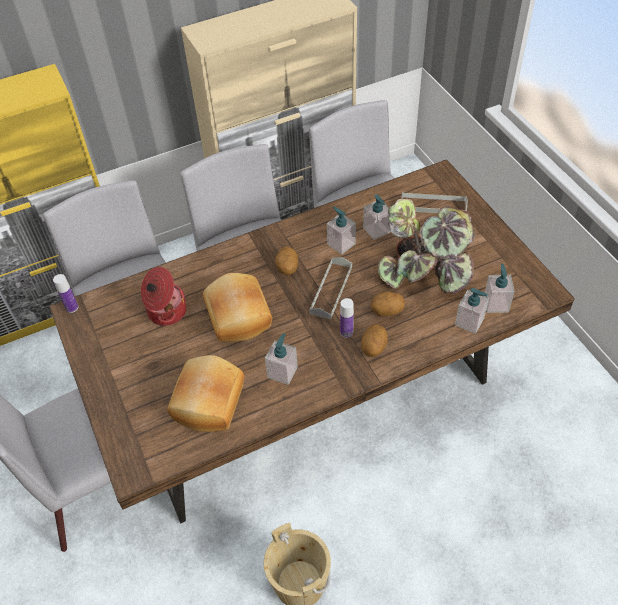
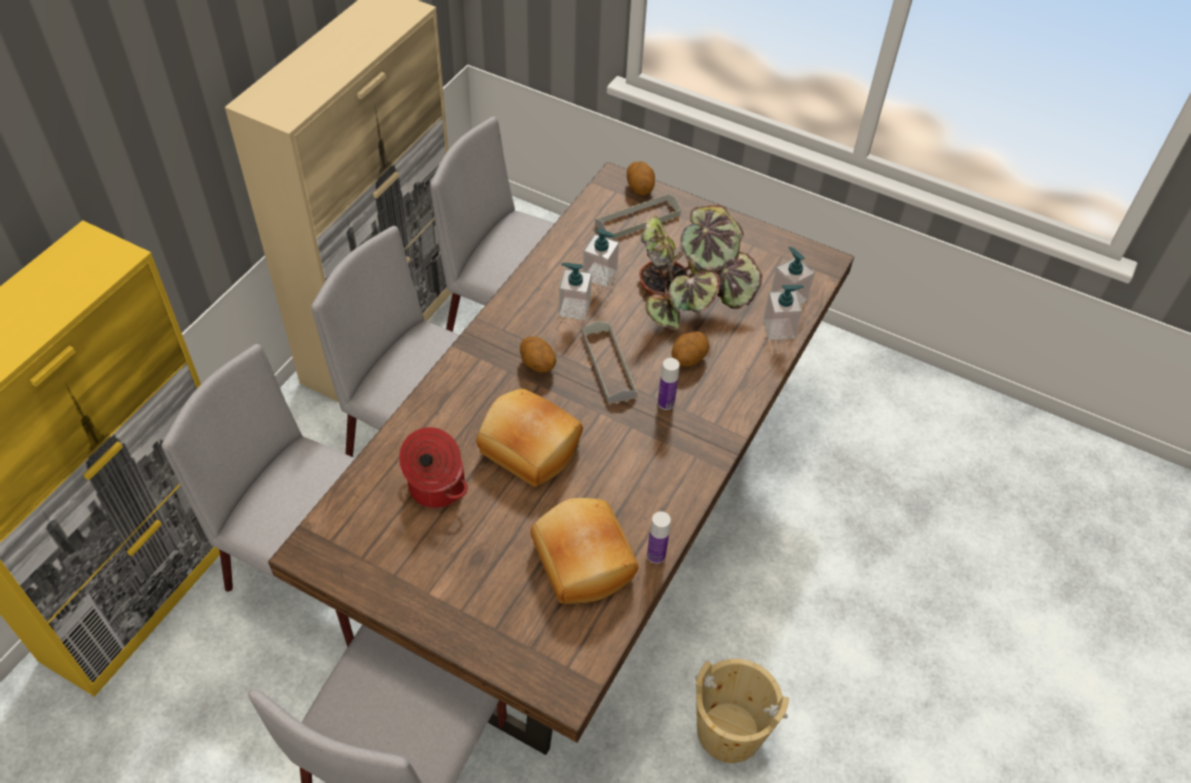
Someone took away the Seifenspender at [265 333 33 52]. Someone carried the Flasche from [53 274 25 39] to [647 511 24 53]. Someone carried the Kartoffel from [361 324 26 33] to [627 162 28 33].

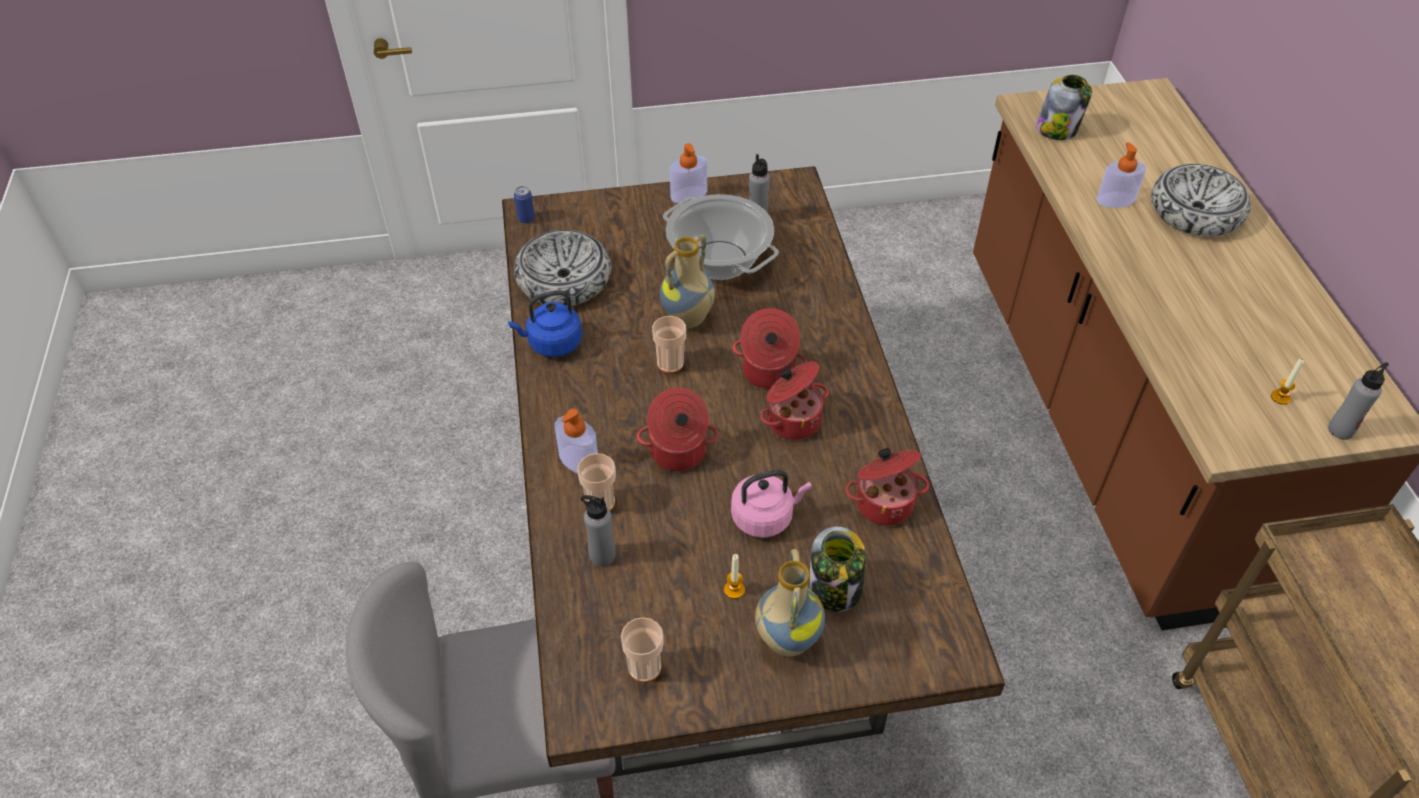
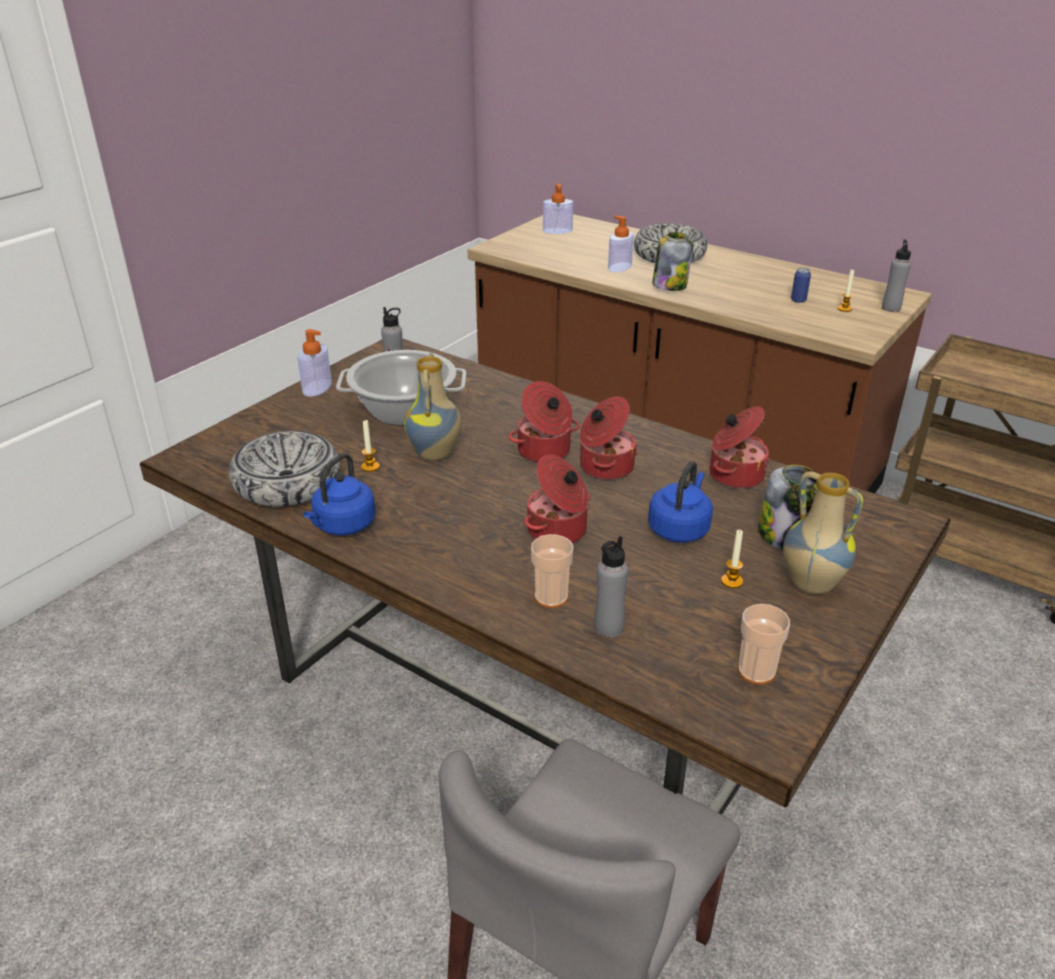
Someone took away the Tasse at [652 316 34 58]. Someone put down the Kerze at [361 420 19 52]. Someone carried the Dose from [514 186 21 38] to [791 267 20 36]. Someone carried the Seifenspender from [555 409 43 65] to [543 184 30 50]. Someone carried the Vorratsglas from [1036 75 56 65] to [652 232 41 59]. Someone repainted the Wasserkessel/rosa at [731 470 81 68], which became the Wasserkessel/blau at [648 461 65 81].

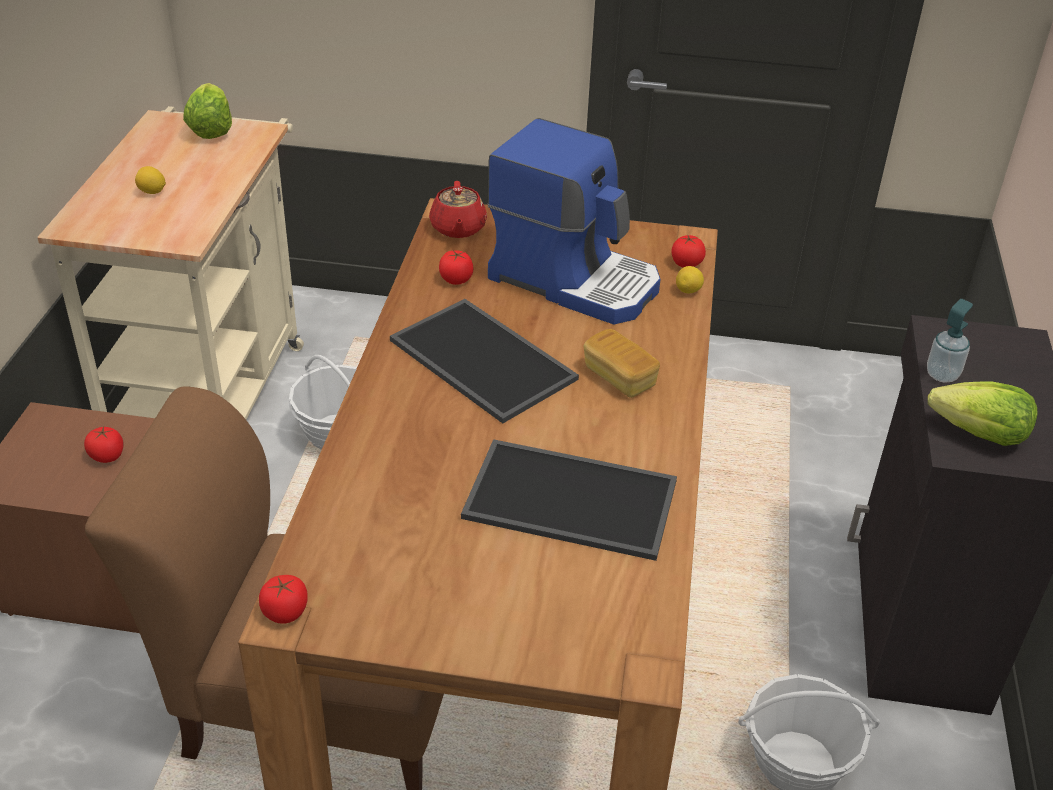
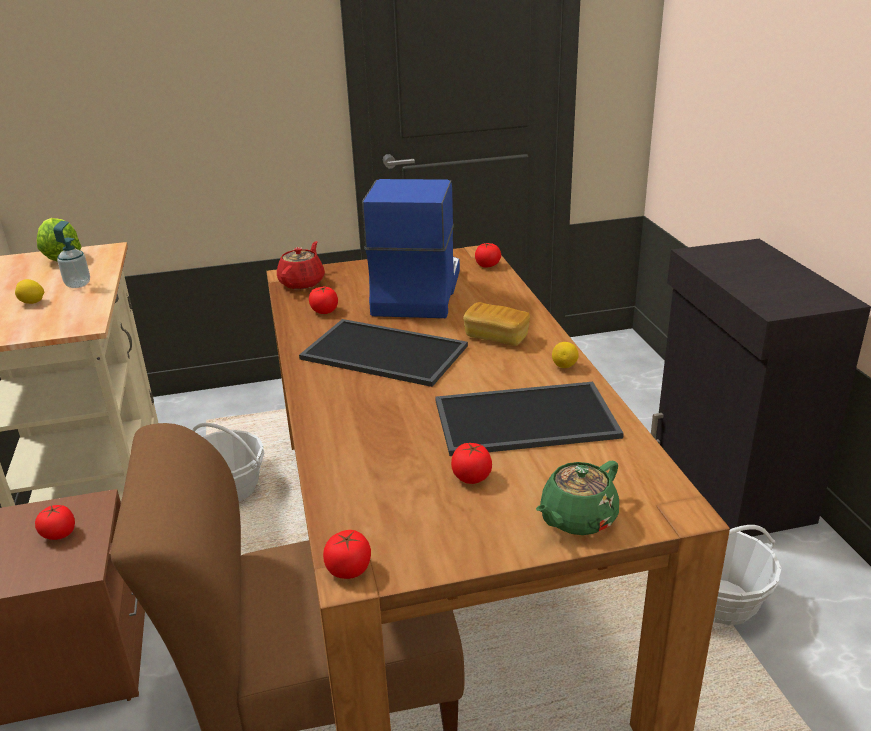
Someone took away the Salatkopf at [928 382 110 64]. Someone put down the Tomate at [451 443 41 41]. Someone put down the Teekanne/grün at [536 461 83 74]. Someone carried the Zitrone from [676 266 28 27] to [552 342 27 26]. Someone carried the Seifenspender from [927 299 46 84] to [53 221 37 67]. Someone rotated the Teekanne/rot at [429 181 58 57] by 135 degrees counterclockwise. Someone rotated the Kaffeemaschine at [488 118 173 206] by 90 degrees counterclockwise.

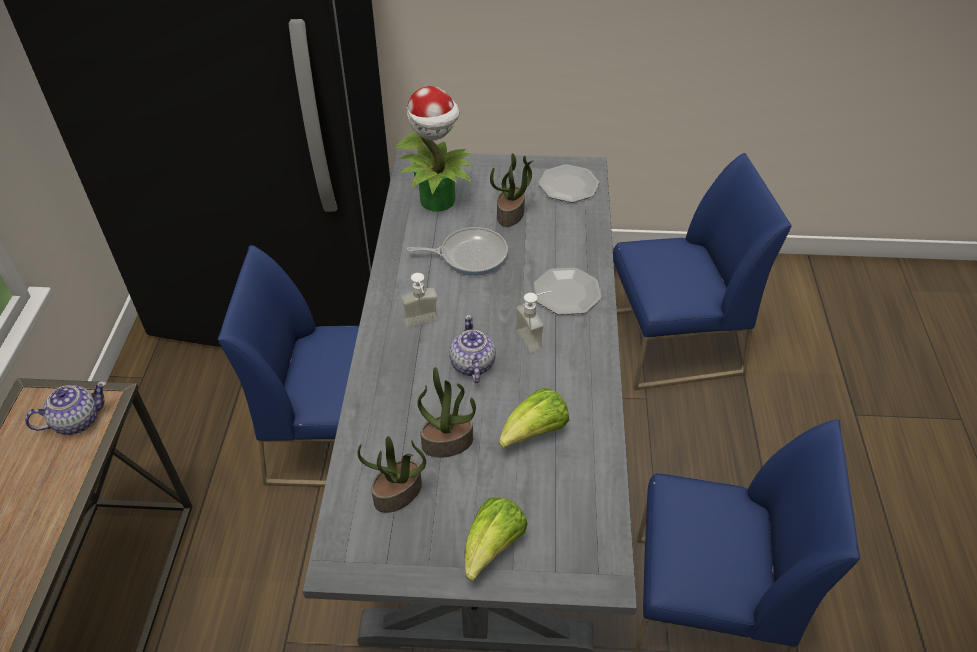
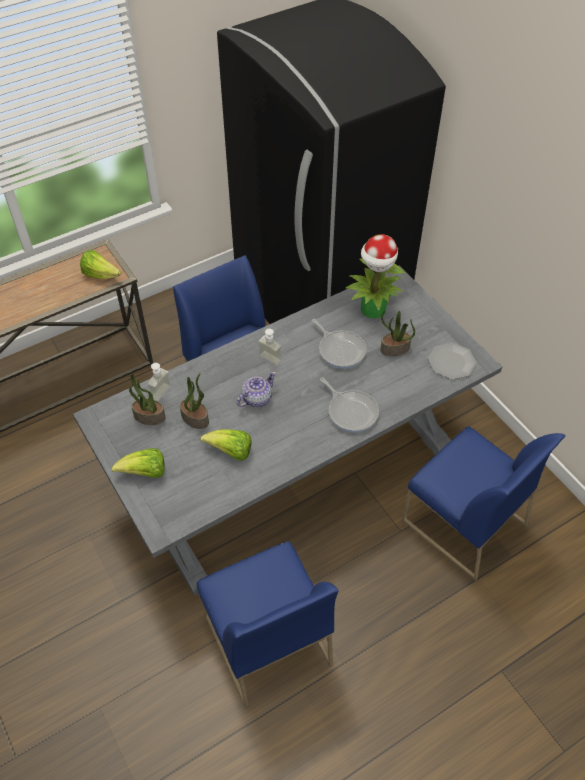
Someone carried the Seifenspender from [515 291 36 62] to [147 363 24 38]. Someone swapped the Teekanne at [25 381 82 54] for the Salatkopf at [80 250 41 29]. Someone swapped the Teller at [534 268 68 47] for the Pfanne at [320 377 59 56].

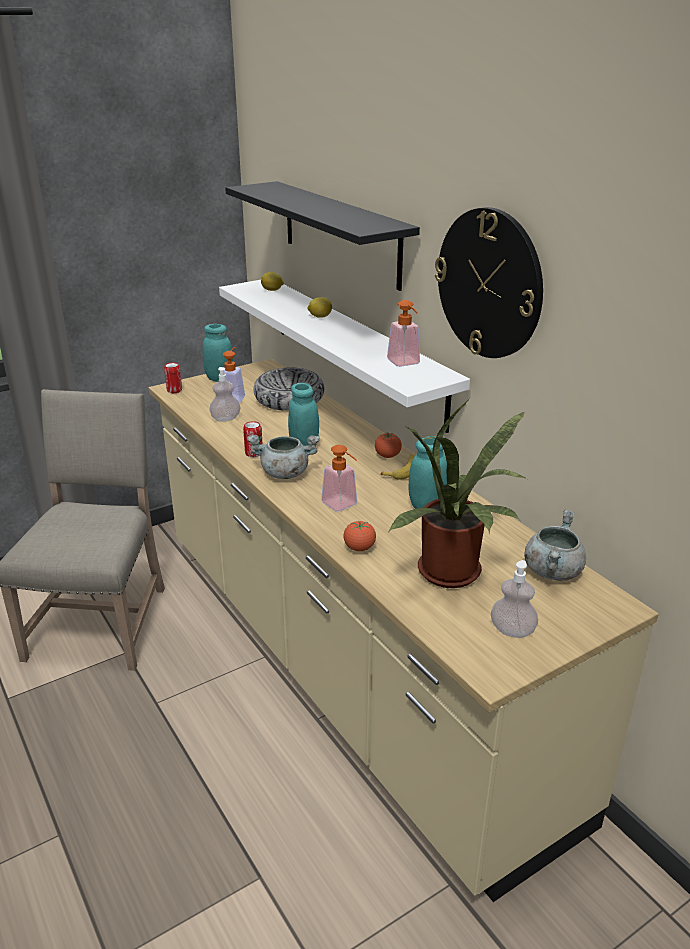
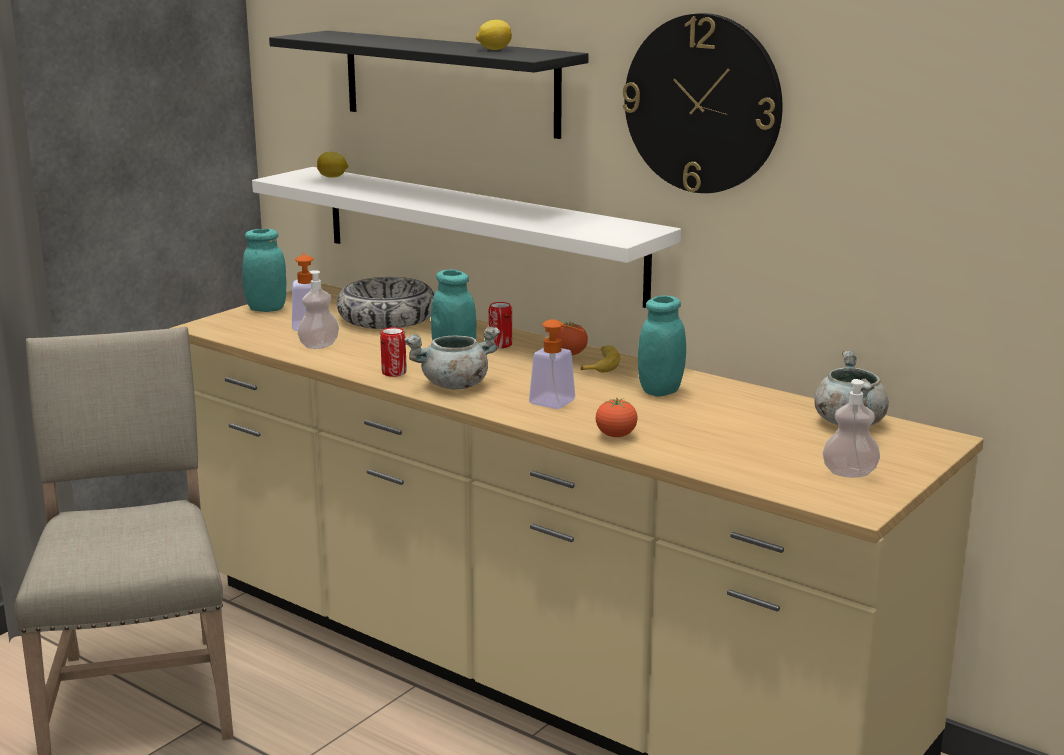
Someone took away the Seifenspender at [387 300 33 67]. Someone took away the Topfpflanze at [389 399 138 189]. Someone carried the Dose from [164 362 18 31] to [489 302 23 46]. Someone carried the Zitrone from [307 297 25 21] to [476 20 36 30].

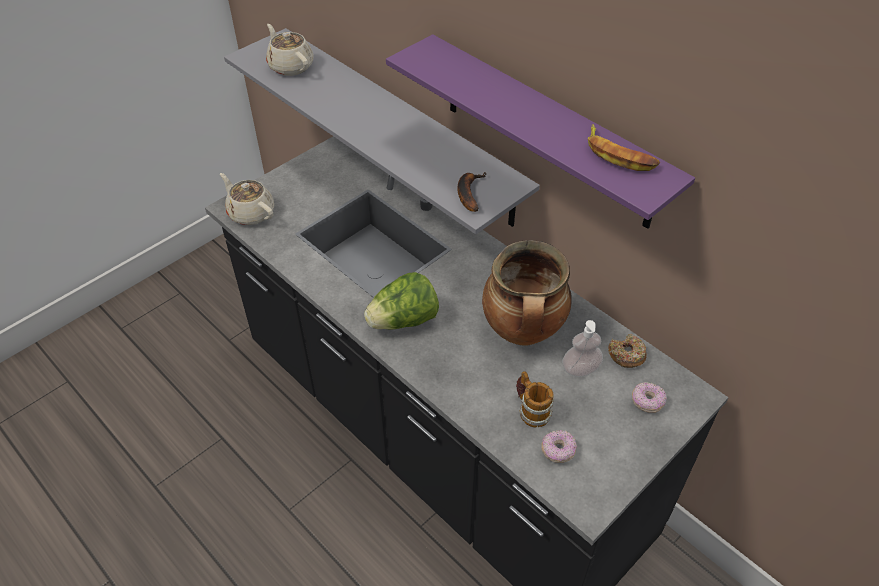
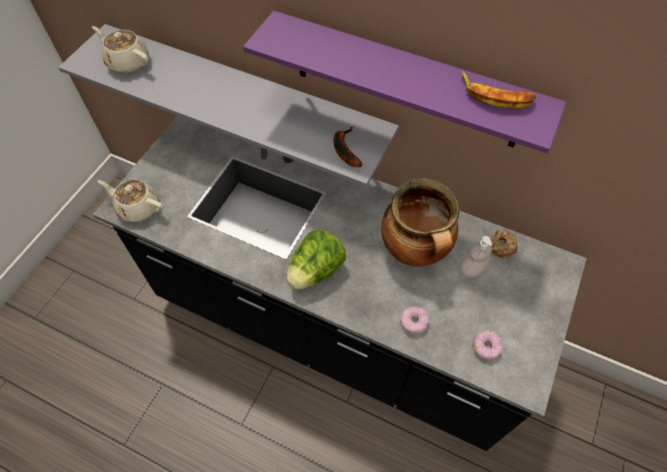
Someone took away the Henkelbecher at [516 371 38 56]. Someone carried the Donut from [632 382 34 31] to [400 306 29 28].

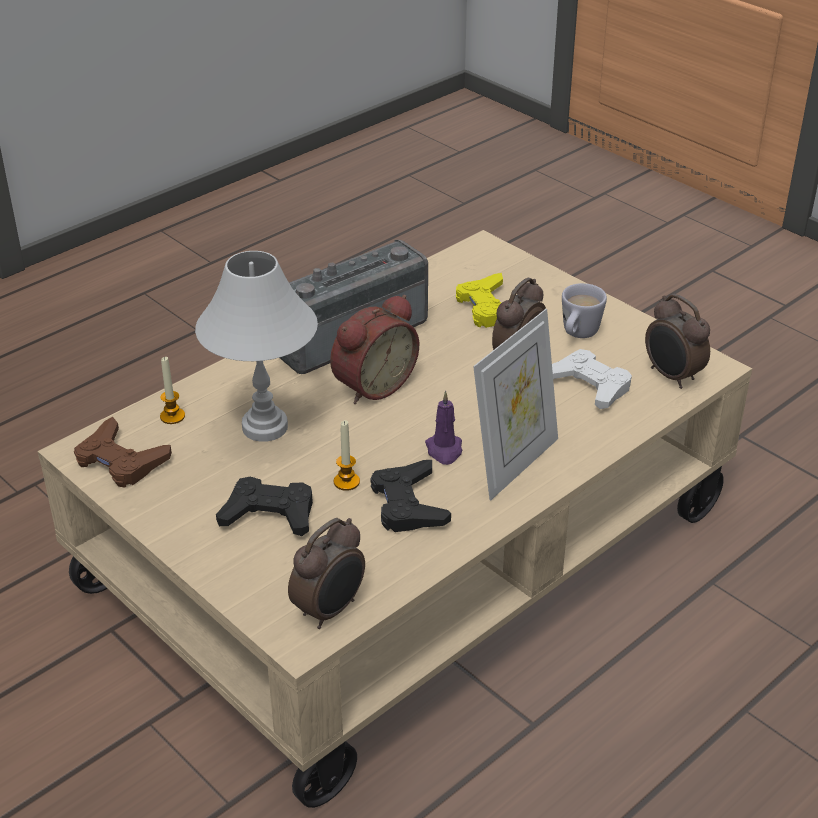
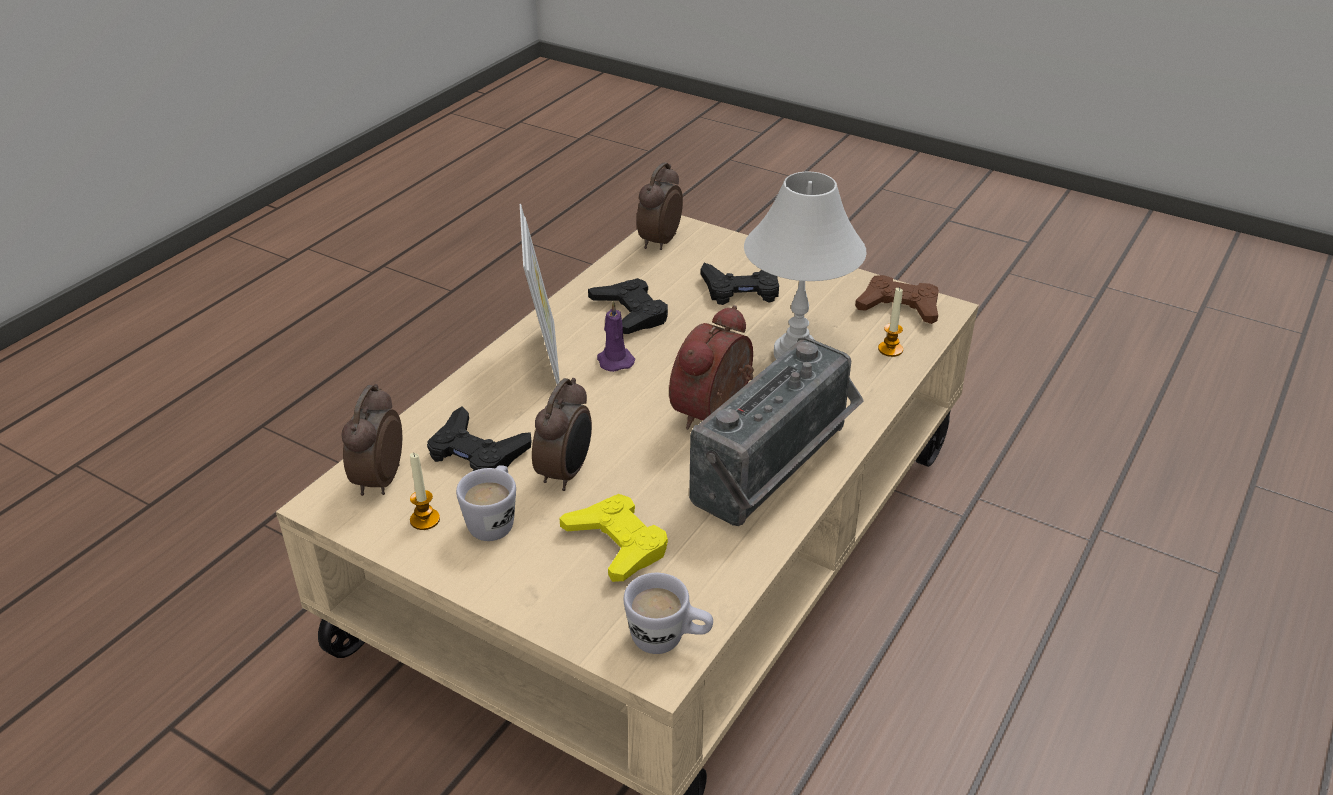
Someone put down the Henkelbecher/weiß at [624 573 89 81]. Someone carried the Kerze from [334 420 26 71] to [410 452 30 78]. Someone repainted the Gamepad/weiß at [552 349 80 60], which became the Gamepad/schwarz at [427 406 104 65]. Someone rotated the Bilderrahmen at [473 309 85 191] by 150 degrees clockwise. Someone rotated the Wecker at [645 294 65 95] by 120 degrees counterclockwise.

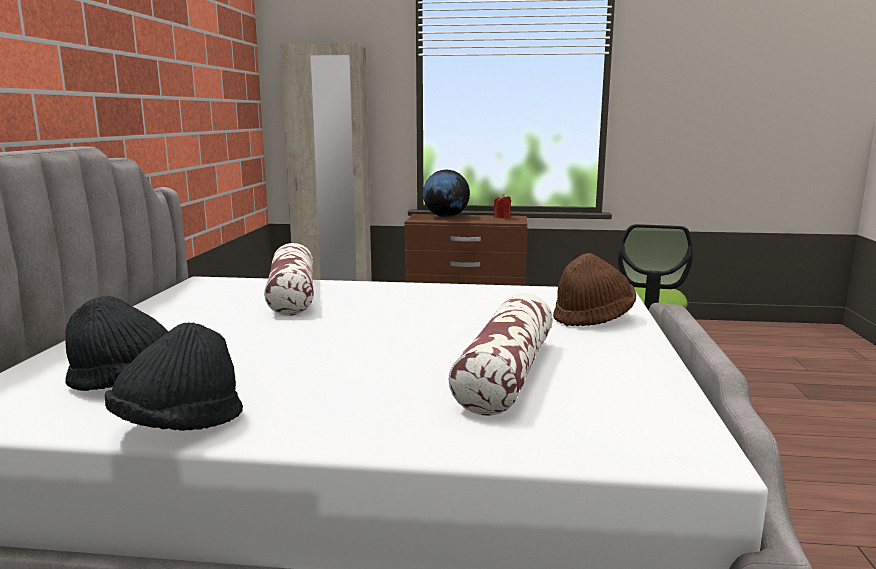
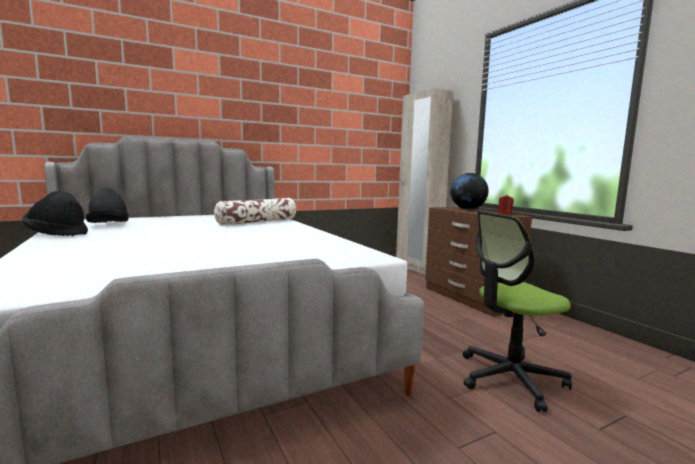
Someone took away the Kissen at [448 293 105 123]. Someone took away the Hut/braun at [553 253 83 73].

